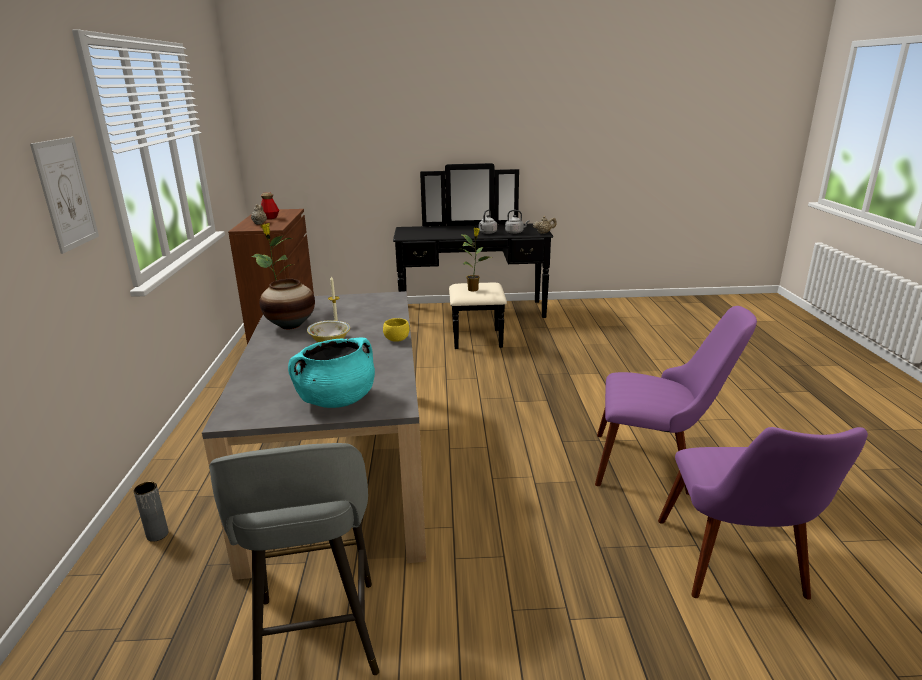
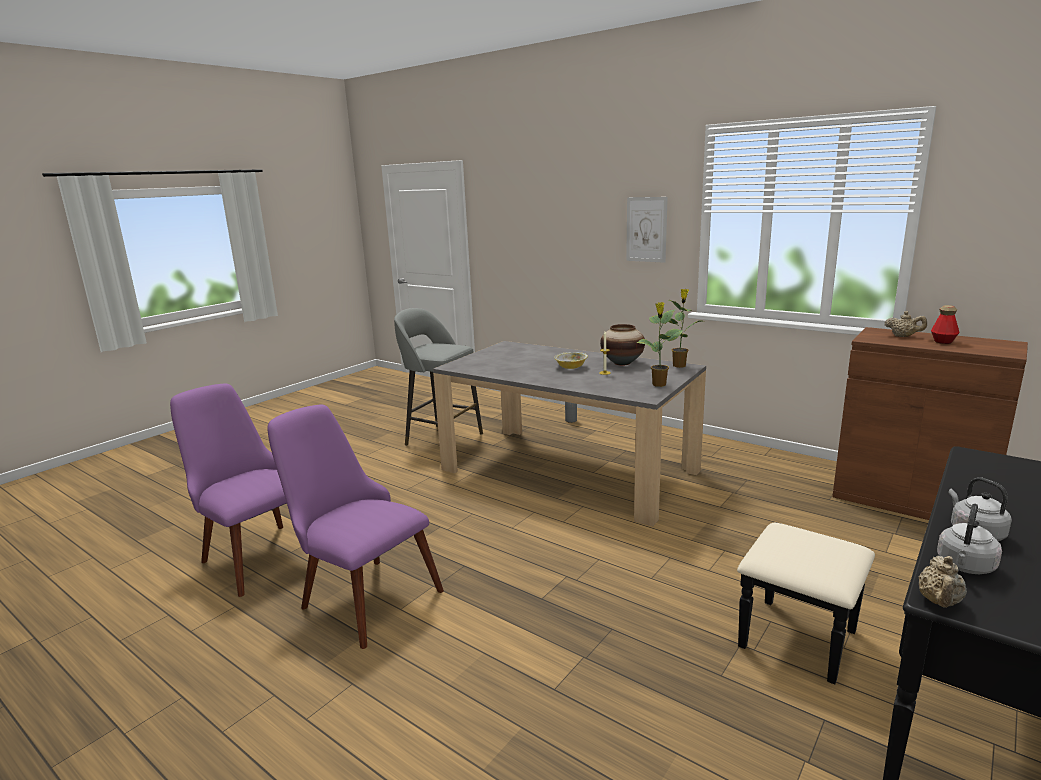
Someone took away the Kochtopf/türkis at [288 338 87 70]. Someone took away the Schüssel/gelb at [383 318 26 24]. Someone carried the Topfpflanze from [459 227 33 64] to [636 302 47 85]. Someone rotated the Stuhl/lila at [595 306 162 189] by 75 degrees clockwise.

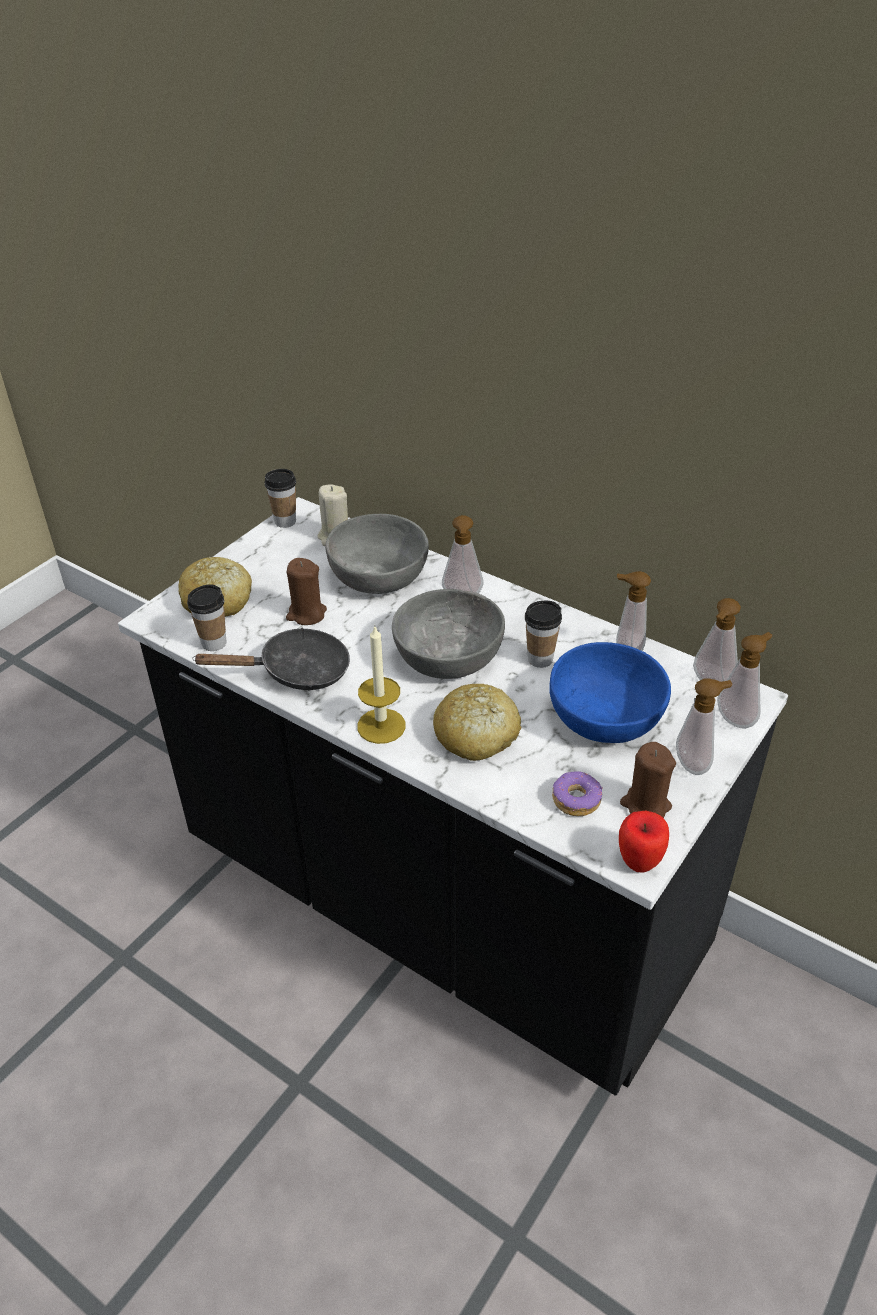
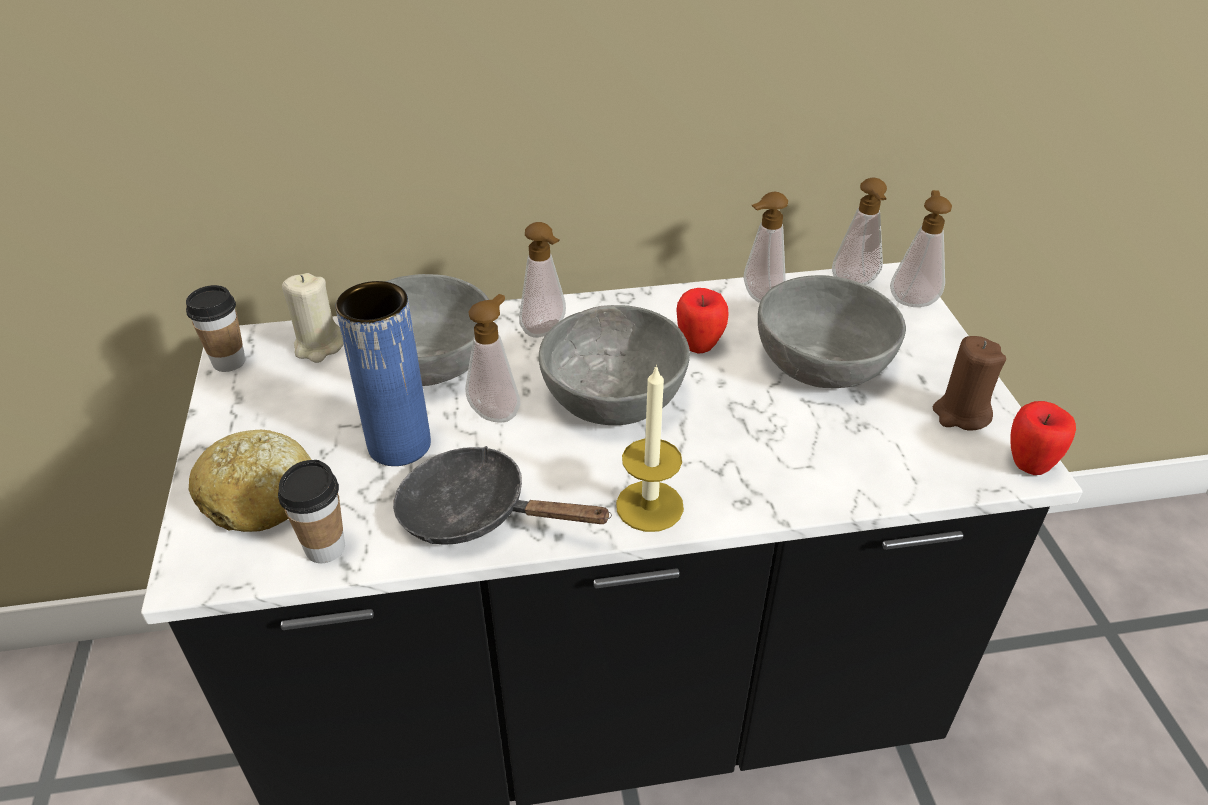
Someone took away the Brot at [433 684 88 77]. Someone took away the Donut at [552 771 51 45]. Someone carried the Seifenspender from [676 679 57 96] to [465 294 56 129]. Someone swapped the Kerze/braun at [286 558 41 67] for the Vase/blau at [335 281 96 185]. Someone swapped the Tasse at [525 601 37 67] for the Apfel at [676 288 53 65]. Someone repainted the Schüssel/blau at [549 642 122 101], which became the Schüssel/grau at [758 275 148 113]. Someone rotated the Pfanne/schwarz at [192 628 158 62] by 105 degrees counterclockwise.

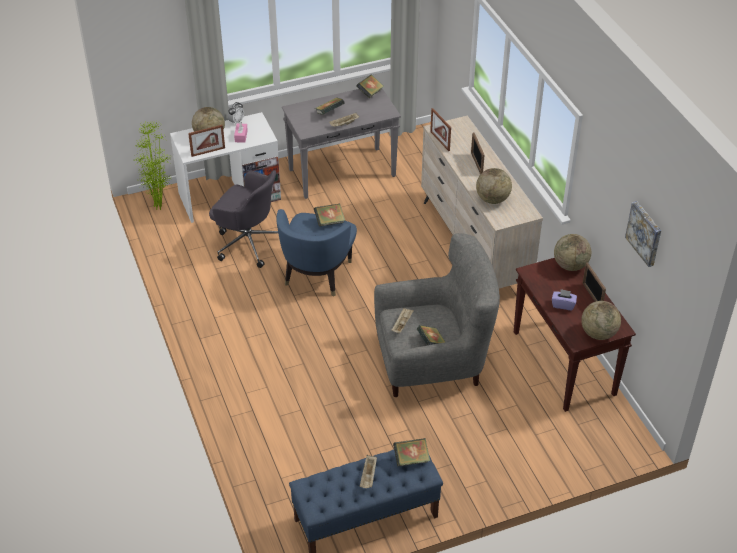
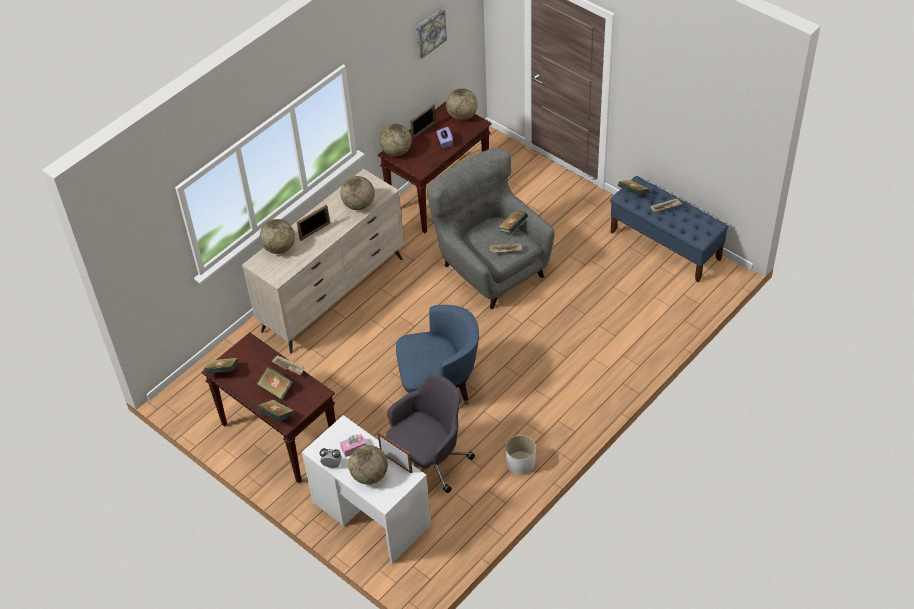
Someone took away the Topfpflanze at [135 121 37 89]. Someone took away the Bilderrahmen at [430 108 21 43]. Someone put down the Globus at [260 219 35 35]. Someone put down the Pflanzkübel/weiß at [505 435 31 40]. Someone carried the Buch from [314 204 31 22] to [257 400 37 21]. Someone repainted the Konsolentisch/grau at [282 88 119 111], which became the Konsolentisch/braun at [202 332 134 151]. Someone rotated the Bürostuhl/grau at [209 170 69 98] by 45 degrees clockwise.

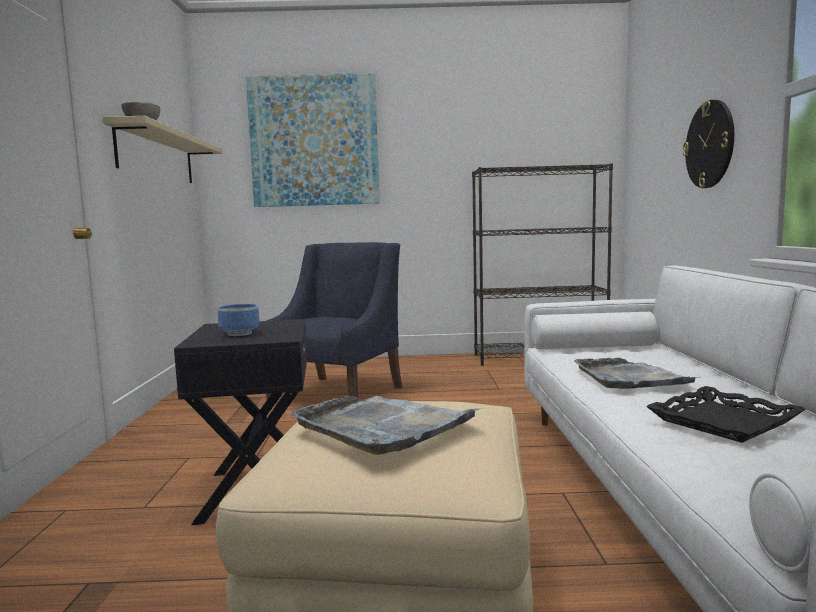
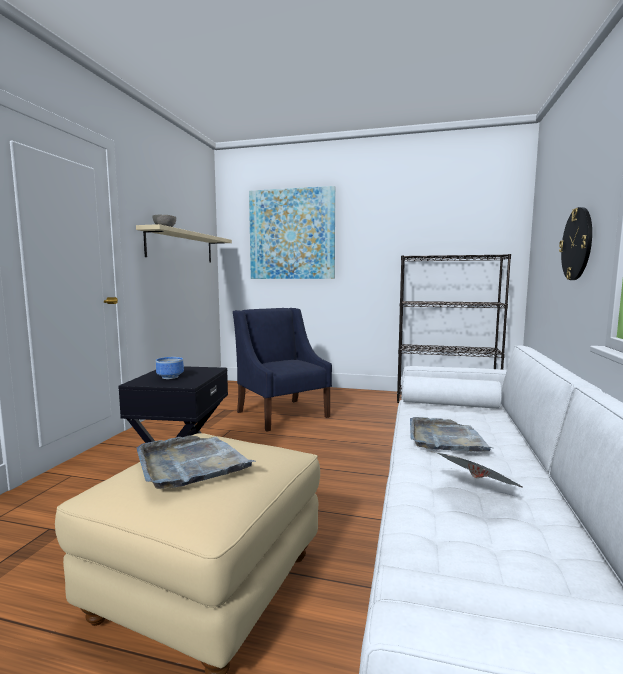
Someone swapped the Tablett/schwarz at [646 386 160 57] for the Zeitung at [431 451 92 37]. Someone rotated the Sessel/blau at [266 242 136 157] by 75 degrees counterclockwise.

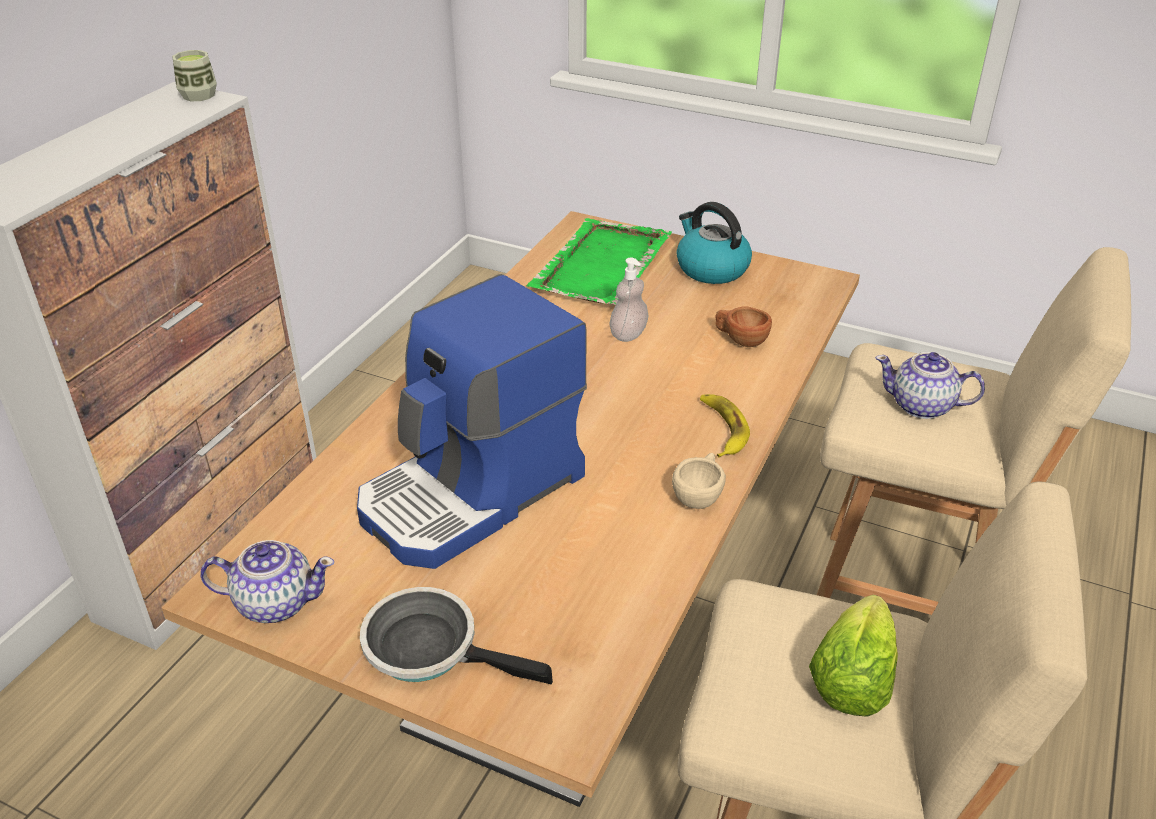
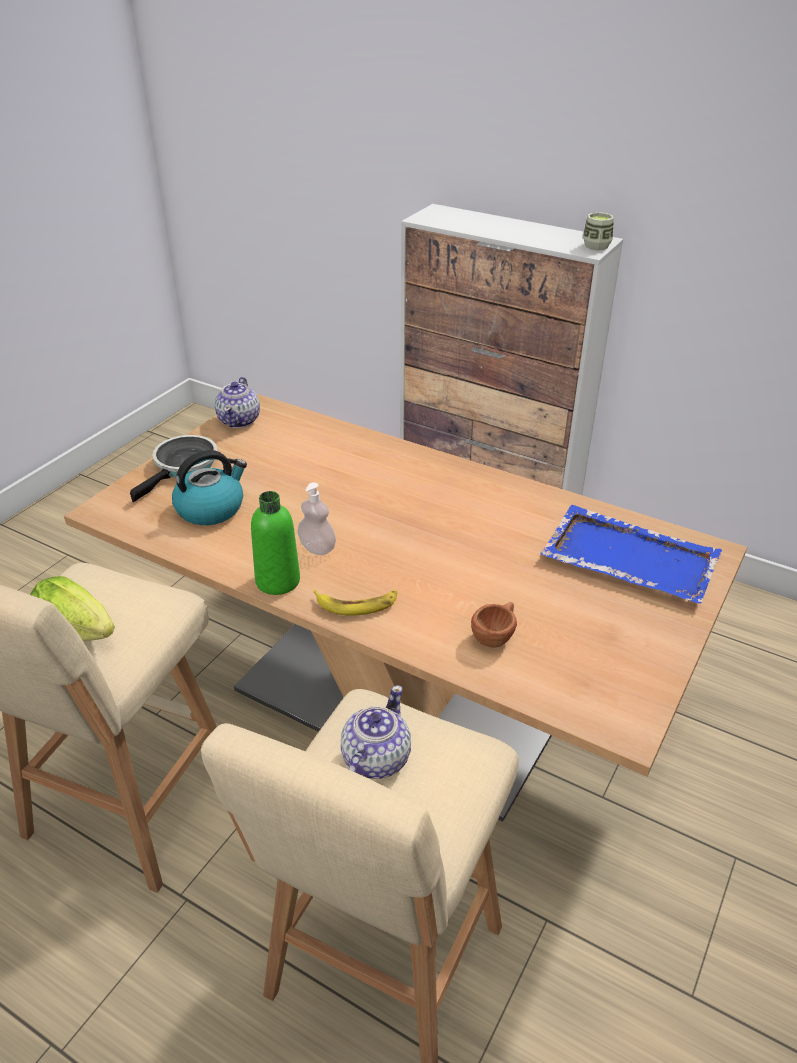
Someone took away the Kaffeemaschine at [357 274 230 295]. Someone carried the Seifenspender from [609 258 40 84] to [297 482 39 73]. Someone carried the Wasserkessel from [677 202 75 82] to [172 450 75 75]. Someone swapped the Tasse/beige at [672 453 54 56] for the Flasche/grün at [251 491 49 104]. Someone repainted the Tablett/grün at [526 218 146 87], which became the Tablett/blau at [540 505 182 99].

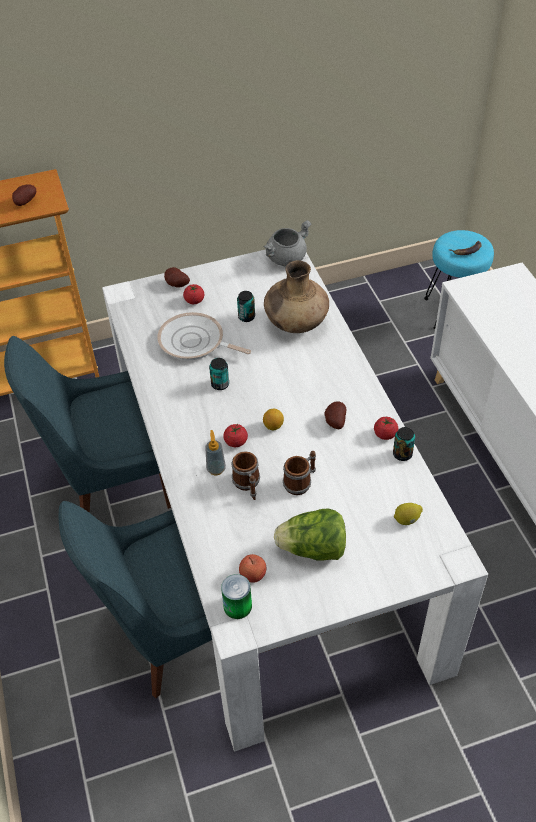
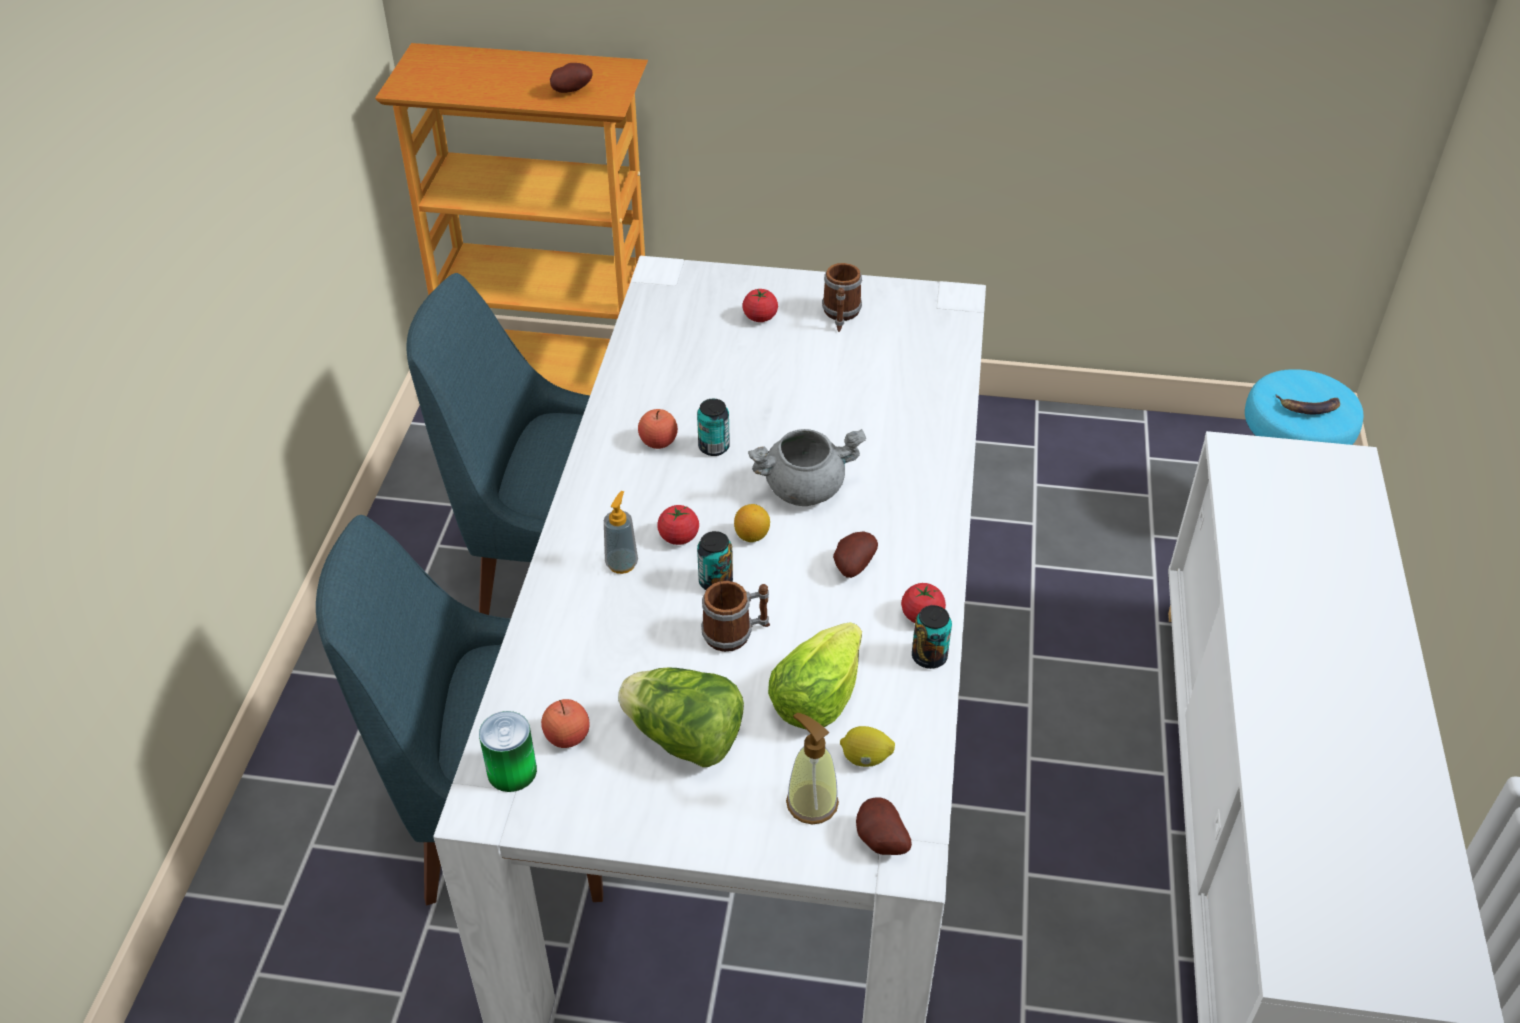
Someone took away the Pfanne at [157 312 94 48]. Someone took away the Vase/braun at [264 260 65 73]. Someone put down the Apfel at [638 409 40 40]. Someone put down the Salatkopf at [768 622 94 108]. Someone put down the Seifenspender at [786 713 53 111]. Someone carried the Kartoffel from [164 267 26 21] to [856 797 56 58]. Someone carried the Henkelbecher from [232 451 28 49] to [822 263 40 69]. Someone carried the Dose from [237 291 18 31] to [697 531 36 59]. Someone carried the Kochtopf/grau from [264 220 47 46] to [748 429 118 77].

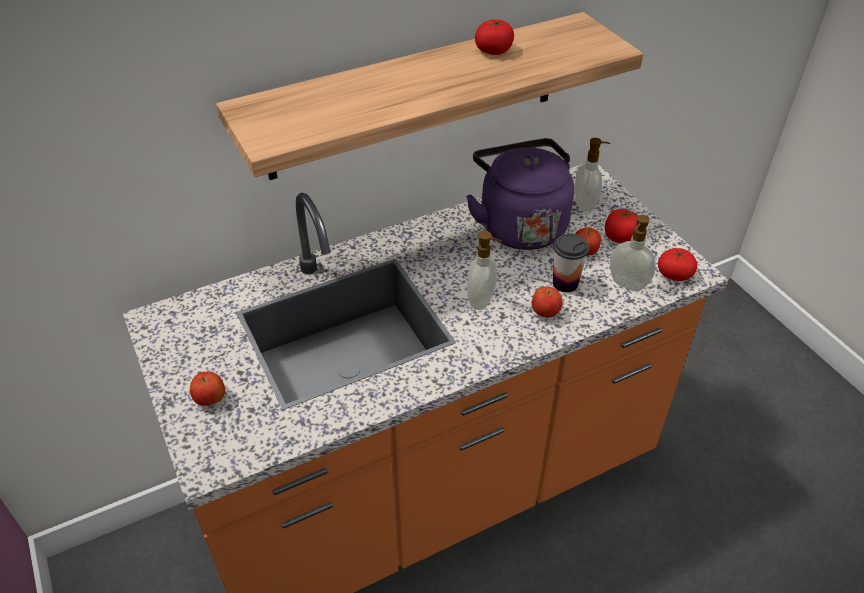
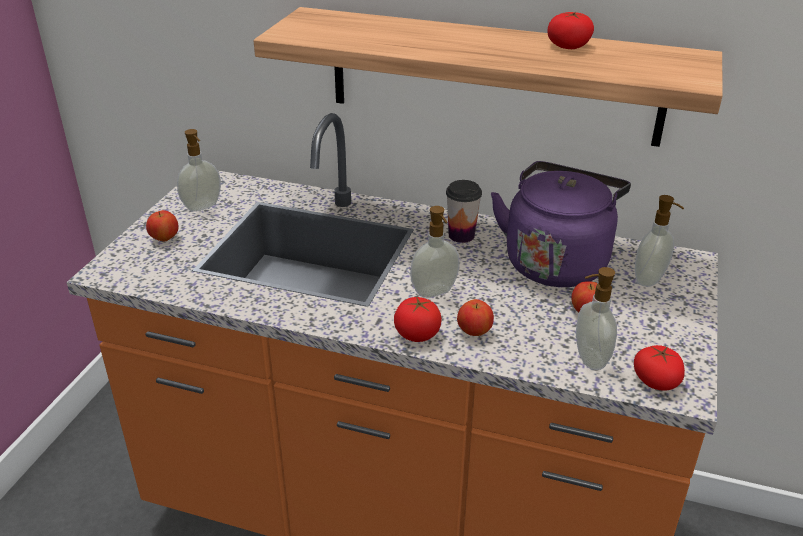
Someone put down the Seifenspender at [177 129 44 83]. Someone carried the Tasse from [553 233 36 59] to [446 180 36 63]. Someone carried the Tomate from [605 209 33 34] to [394 297 48 45].

